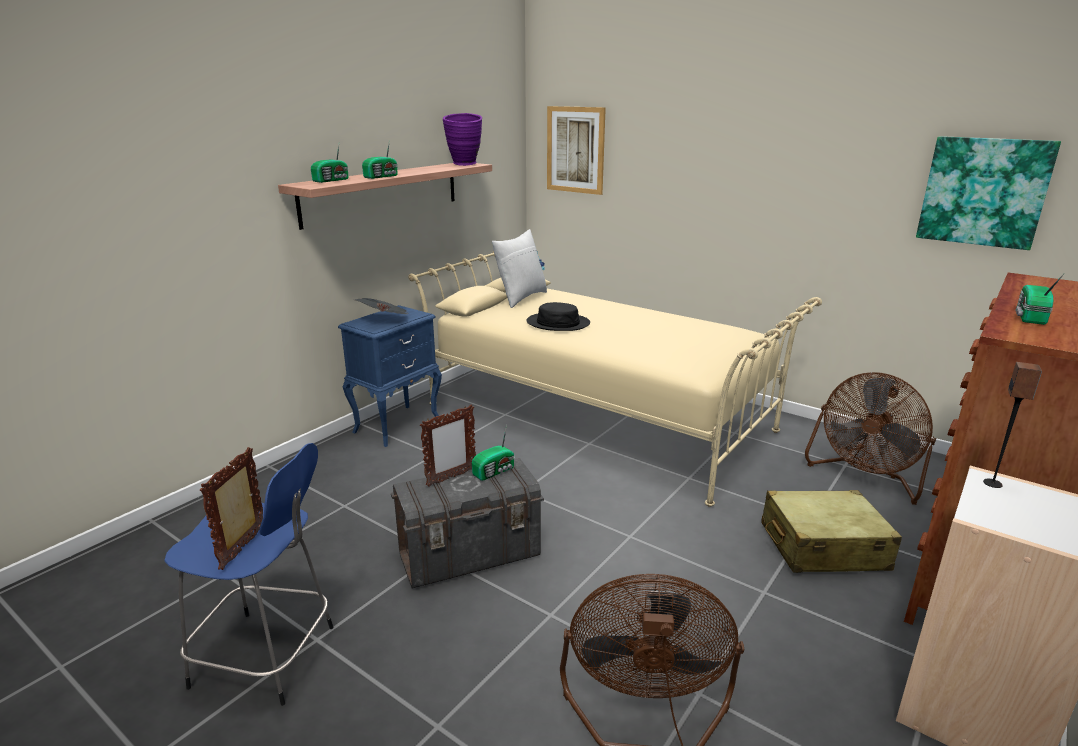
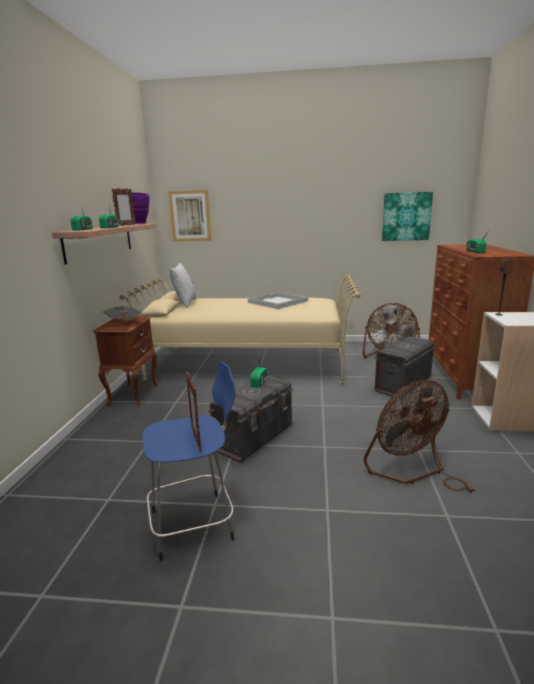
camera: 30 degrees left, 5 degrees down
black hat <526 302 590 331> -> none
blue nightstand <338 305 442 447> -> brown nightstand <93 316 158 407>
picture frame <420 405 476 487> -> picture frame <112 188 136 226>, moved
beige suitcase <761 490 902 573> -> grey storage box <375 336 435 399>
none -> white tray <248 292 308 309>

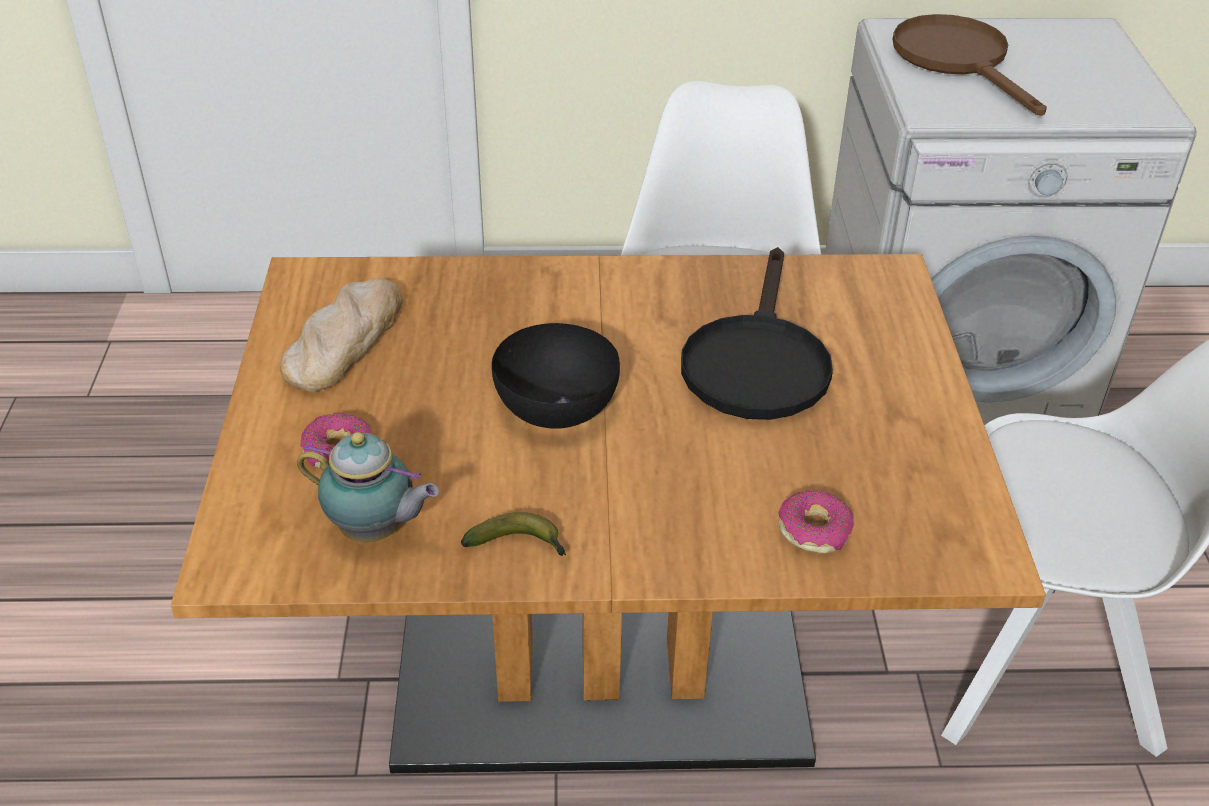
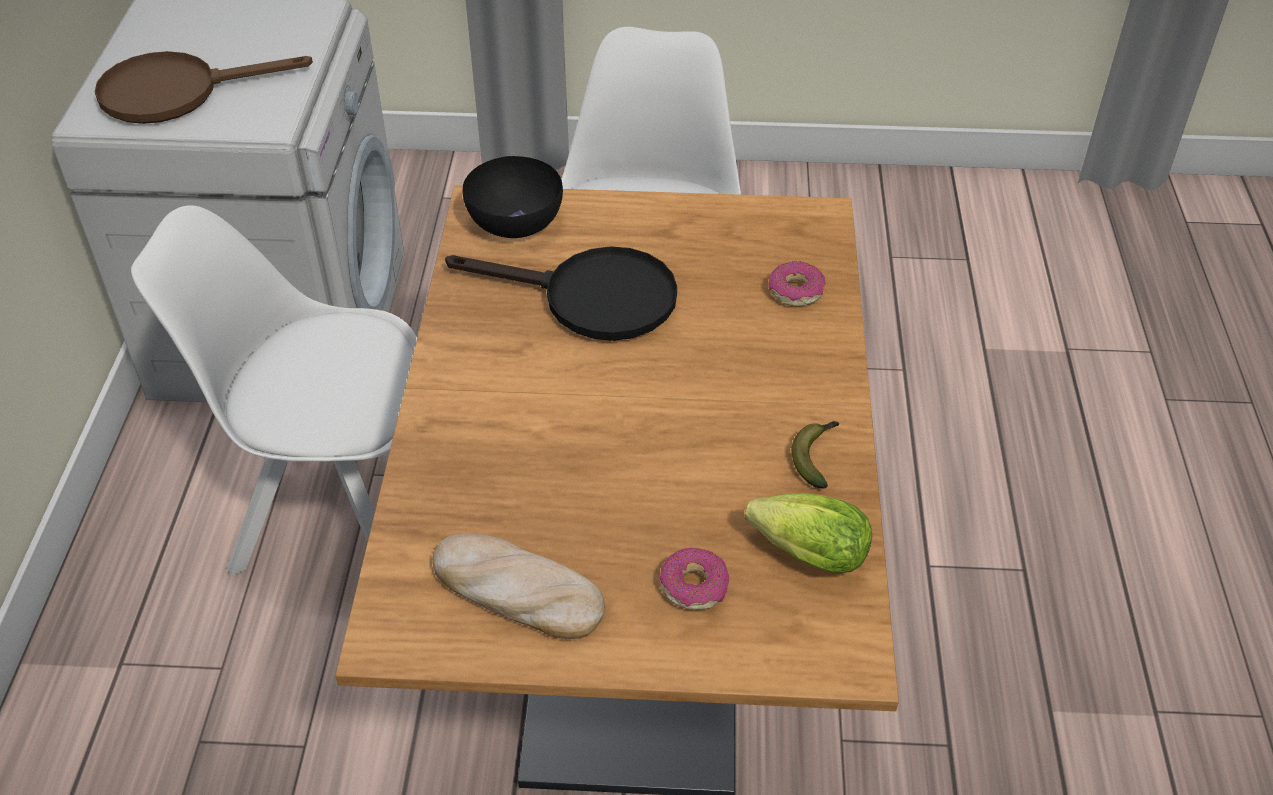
camera: 85 degrees left, 5 degrees up
black bowl <492 323 620 429> -> black bowl <463 156 563 238>, moved
teapot <297 432 439 542> -> lettuce <745 493 872 574>

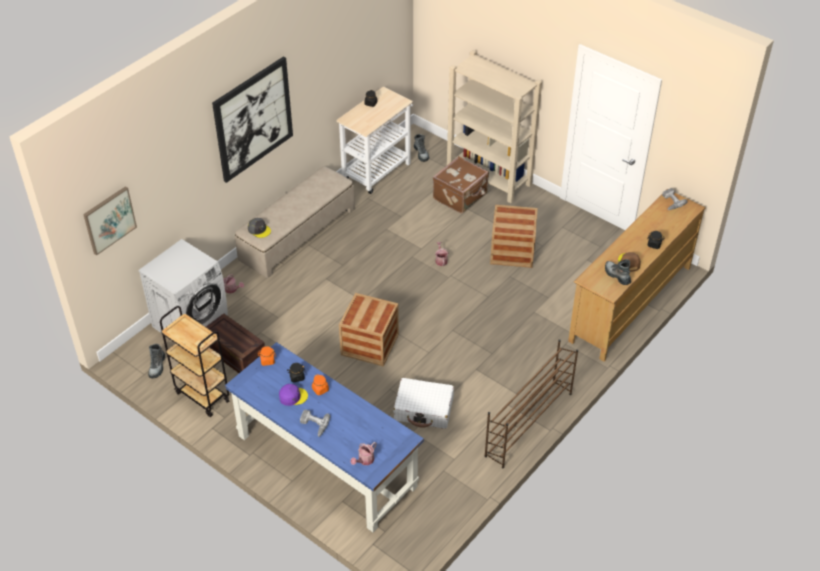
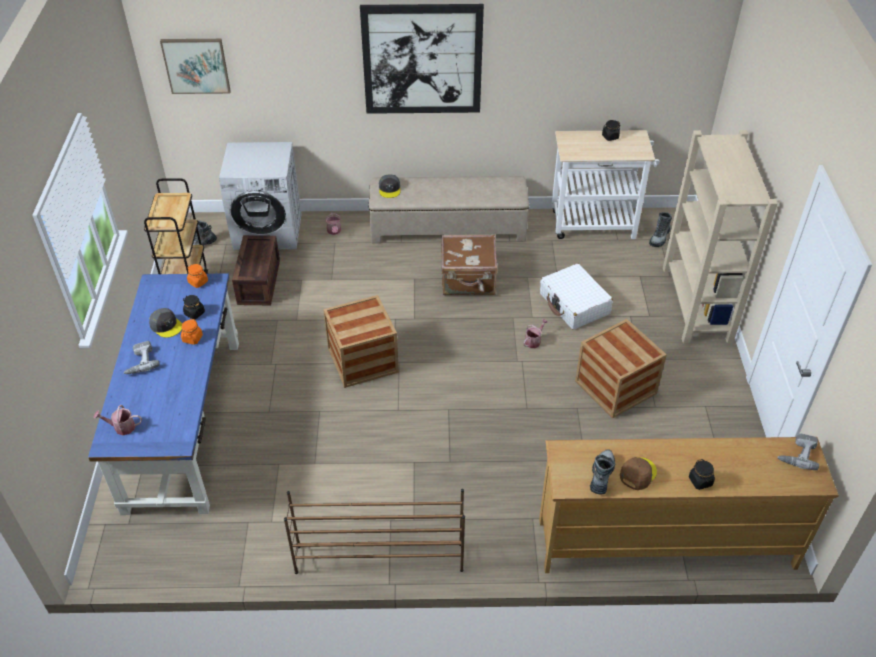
camera: 50 degrees right, 0 degrees up
brown suitcase <433 156 489 213> -> brown suitcase <441 234 498 295>, moved
white suitcase <393 378 454 429> -> white suitcase <540 264 613 330>, moved
purple cap <279 384 308 406> -> grey cap <149 308 182 338>

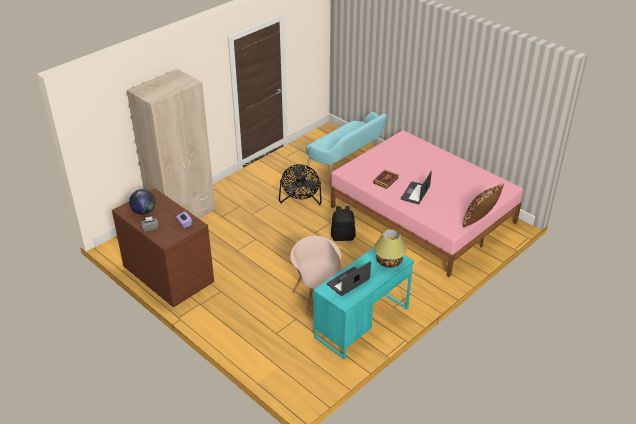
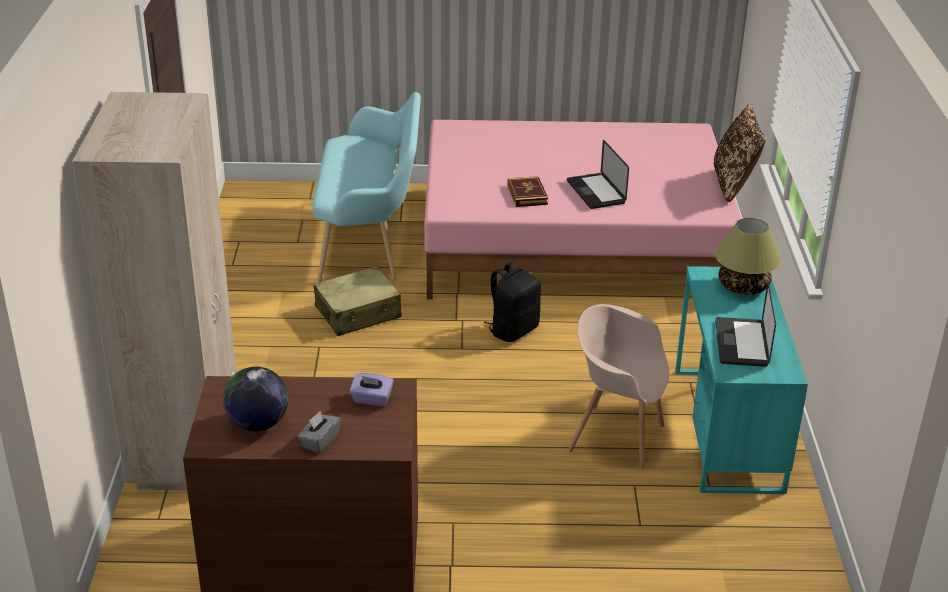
camera: 45 degrees left, 5 degrees down
black fan <279 164 322 206> -> beige suitcase <314 266 402 336>

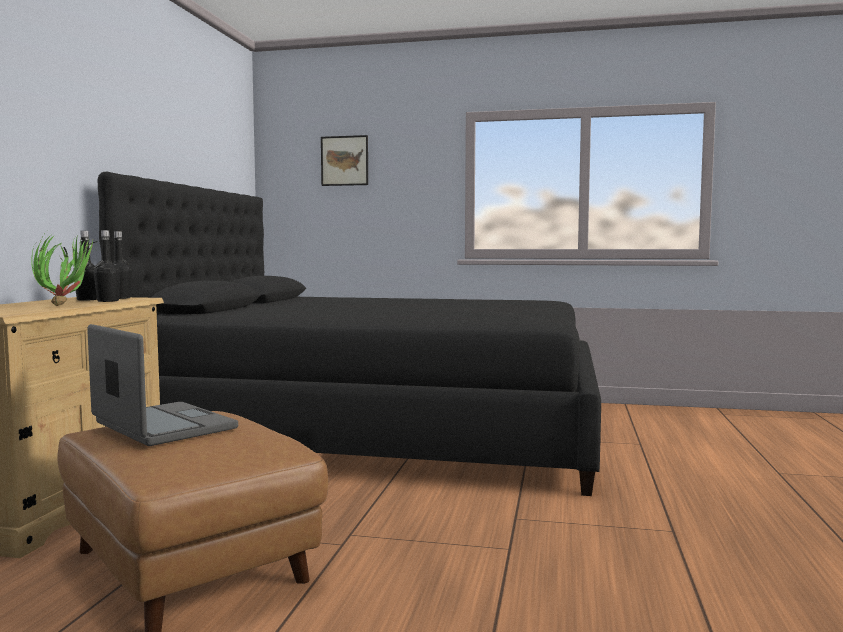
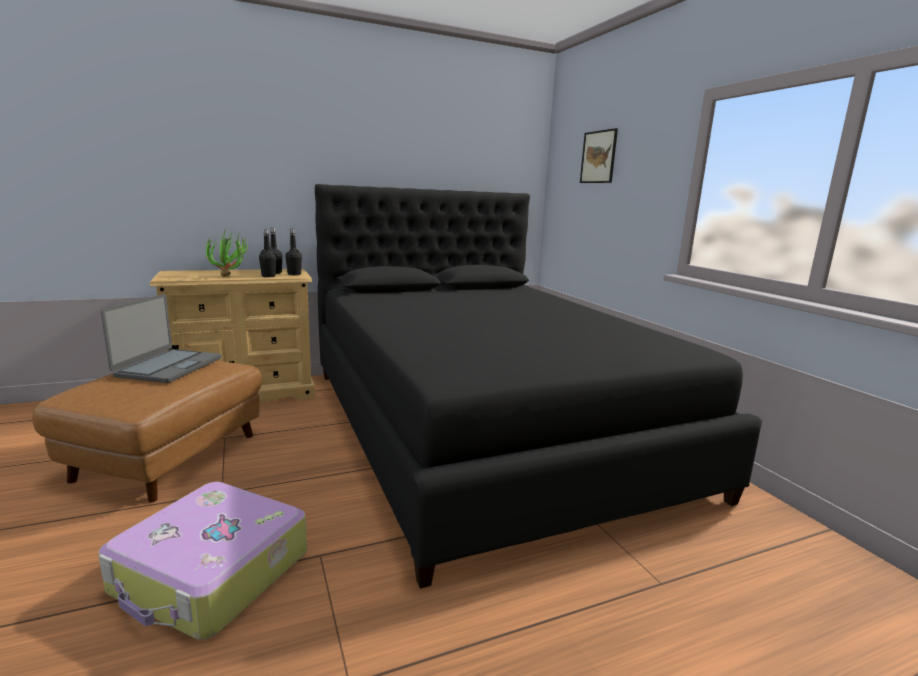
camera: 55 degrees right, 10 degrees up
none -> suitcase <99 482 307 640>

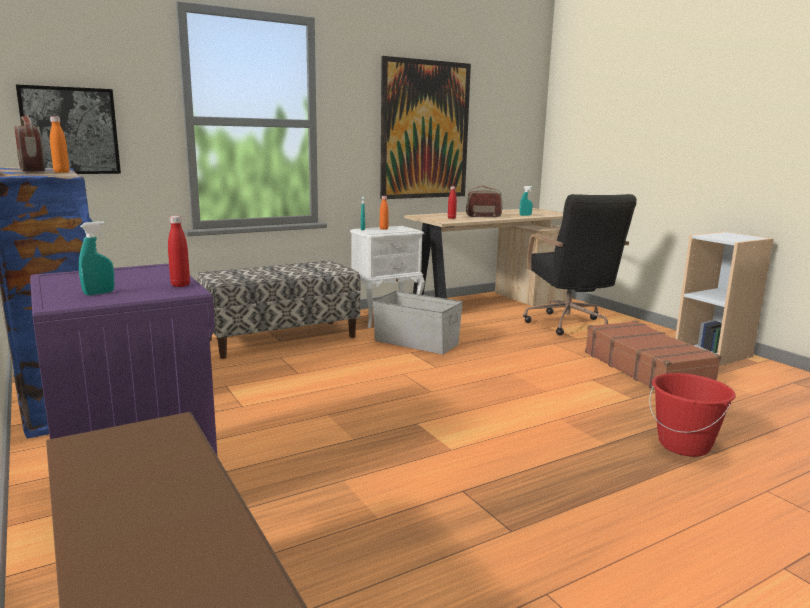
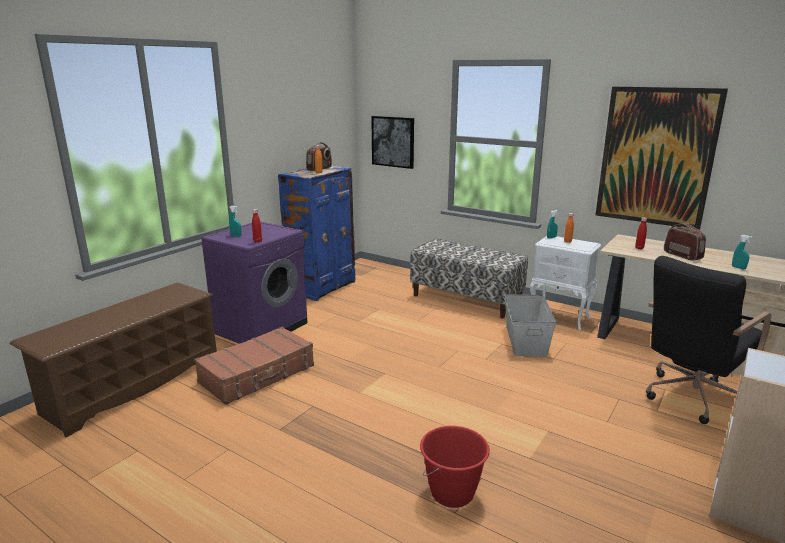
camera: 65 degrees right, 5 degrees up
brown suitcase <585 321 721 390> -> brown suitcase <194 327 314 405>, moved

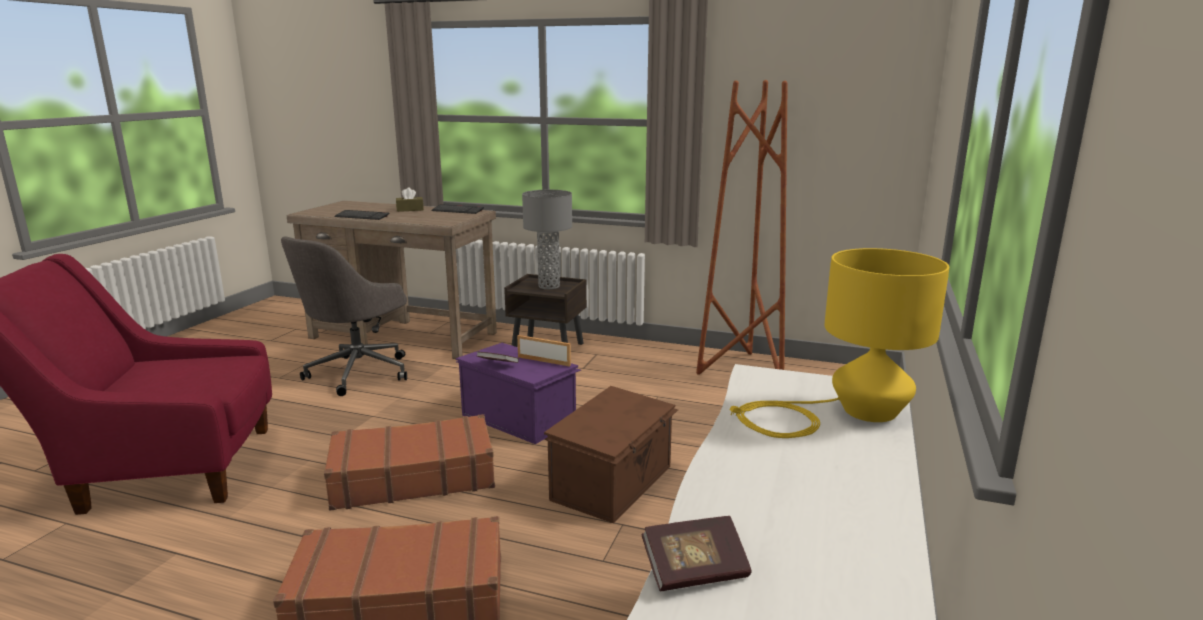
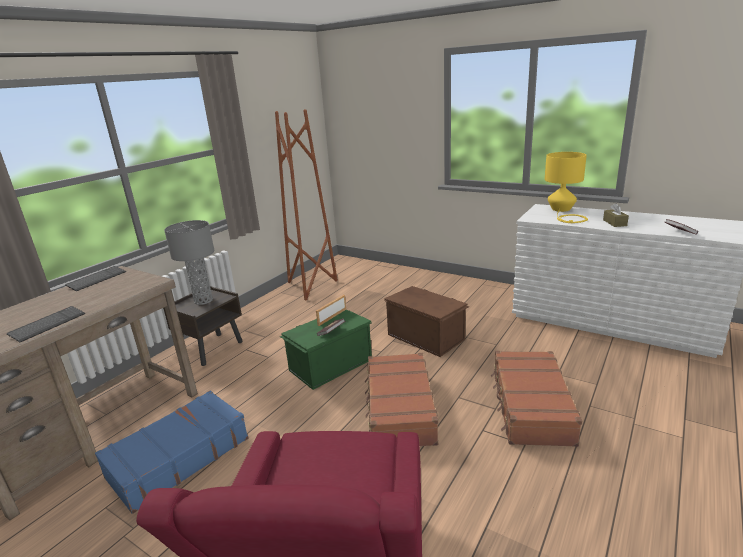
camera: 75 degrees left, 5 degrees up
brown tissue box <396 187 424 212> -> brown tissue box <603 203 629 227>, moved
grey office chair <281 236 407 396> -> blue suitcase <95 391 249 514>
purple storage box <456 343 581 444> -> green storage box <280 309 372 390>

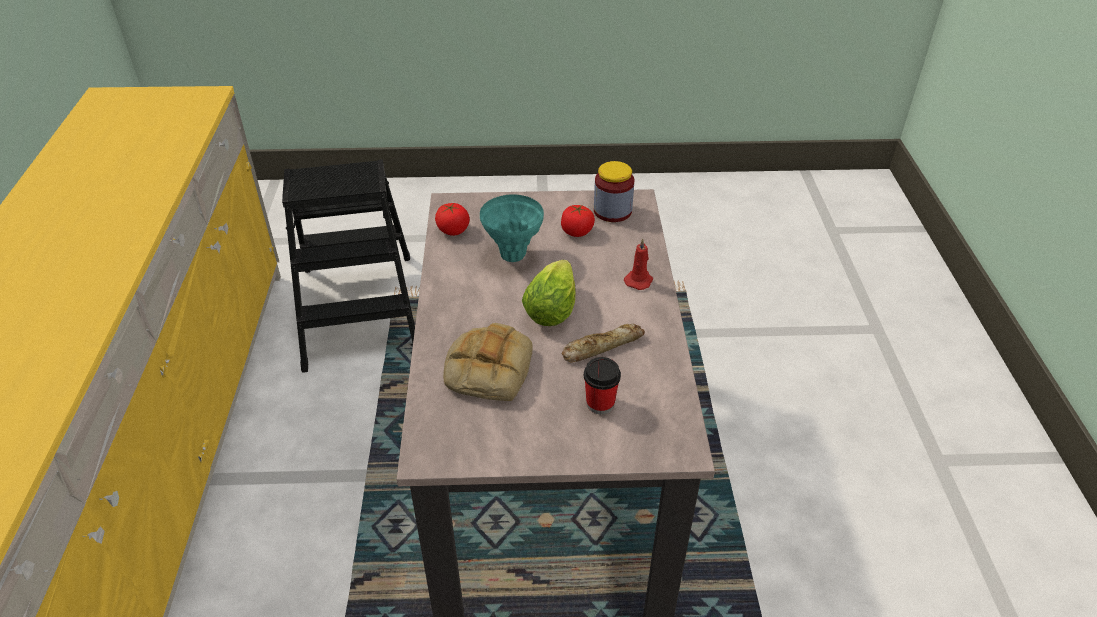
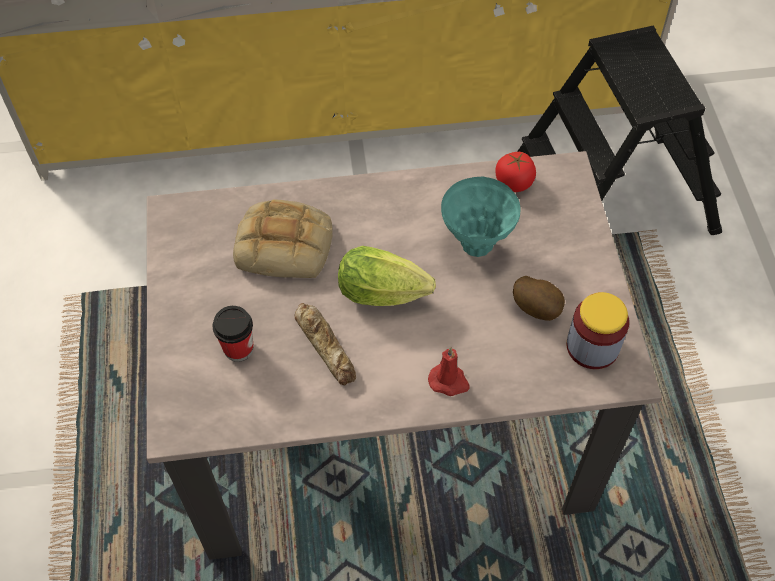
camera: 85 degrees right, 15 degrees up
tomato <561 205 595 237> -> potato <513 276 565 321>

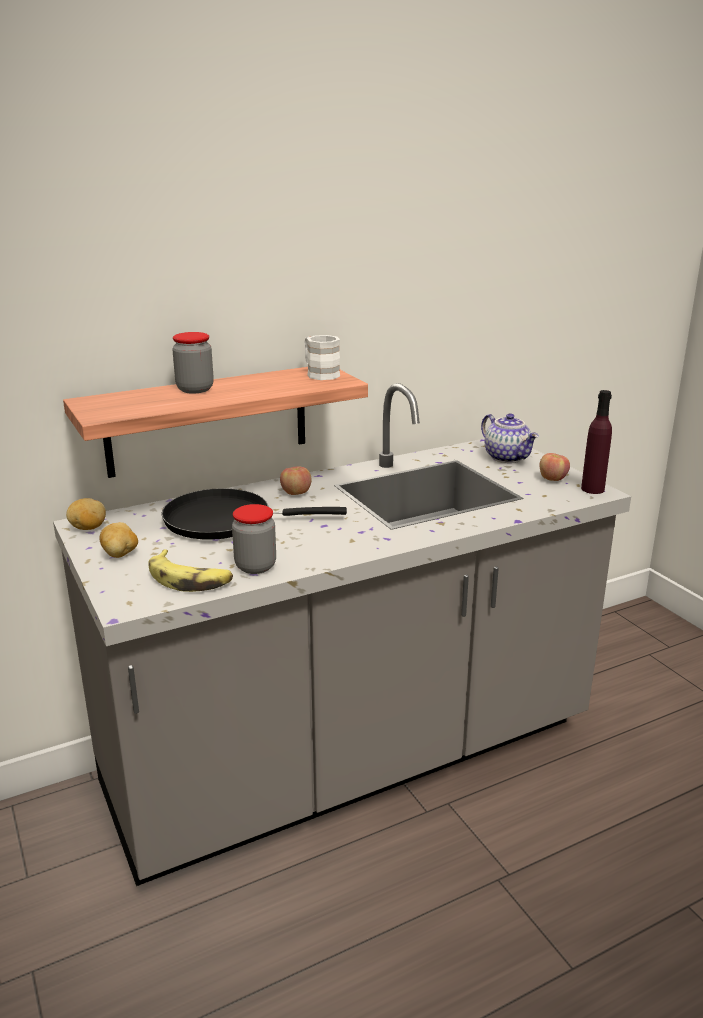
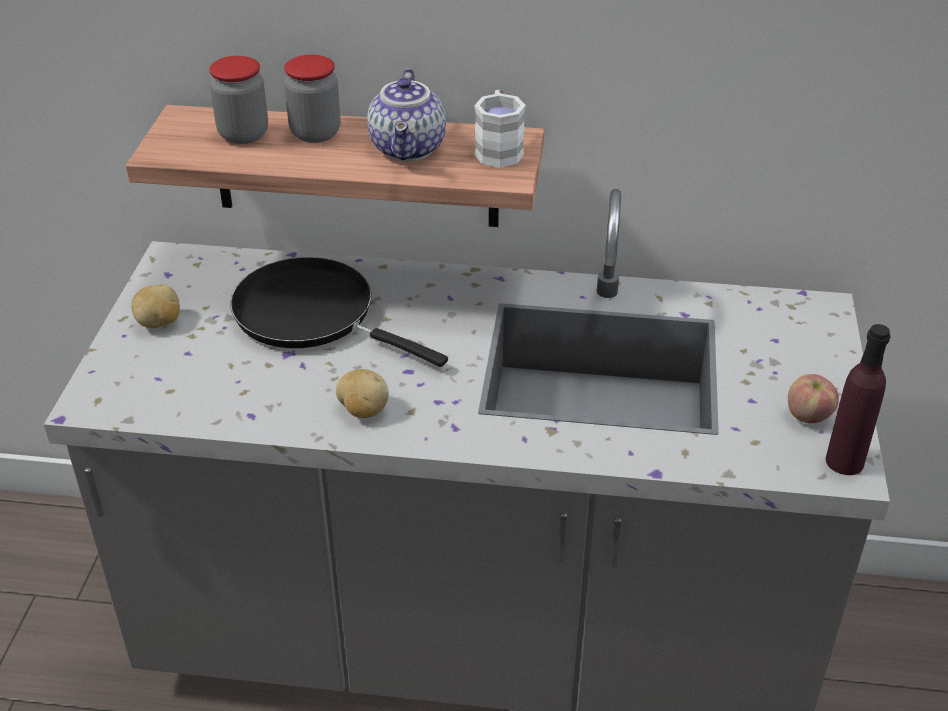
camera: 35 degrees right, 15 degrees up
teapot <481 413 539 463> -> teapot <367 68 446 161>, moved
apple <280 466 312 495> -> none
potato <66 498 106 530> -> potato <336 369 389 418>, moved
jar <232 504 276 574> -> jar <209 56 268 144>, moved
banana <148 549 233 592> -> none

